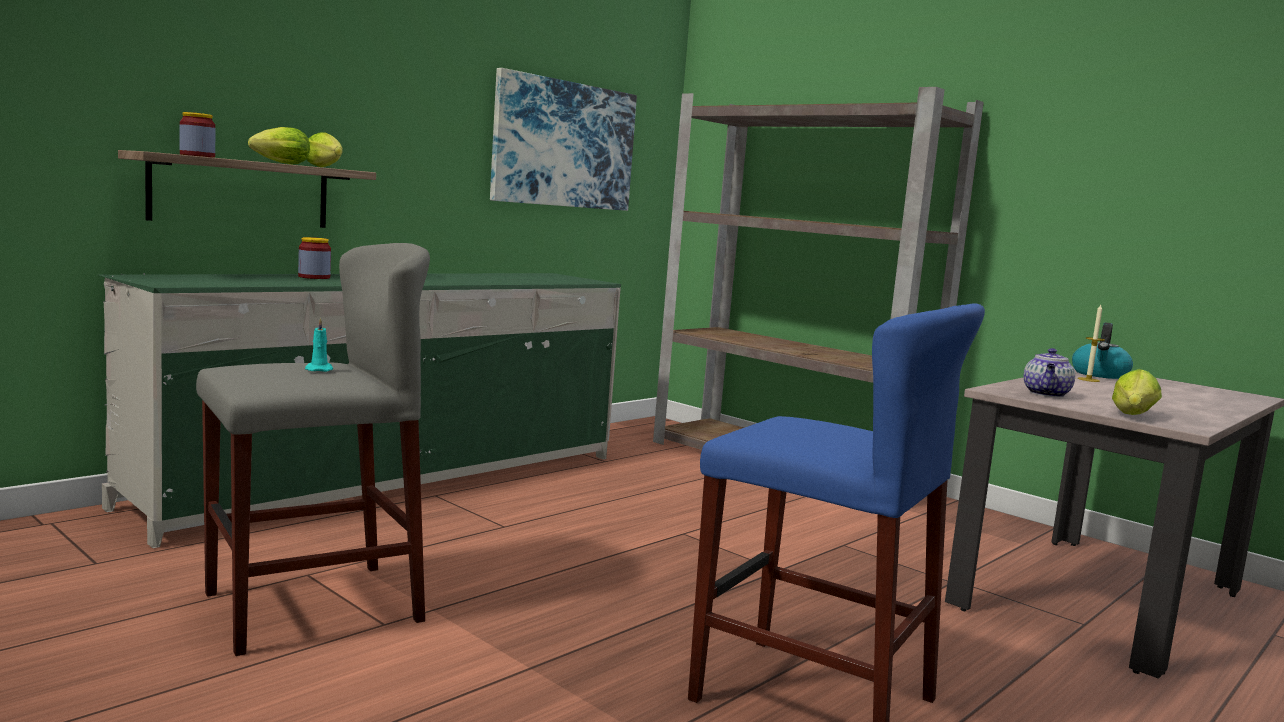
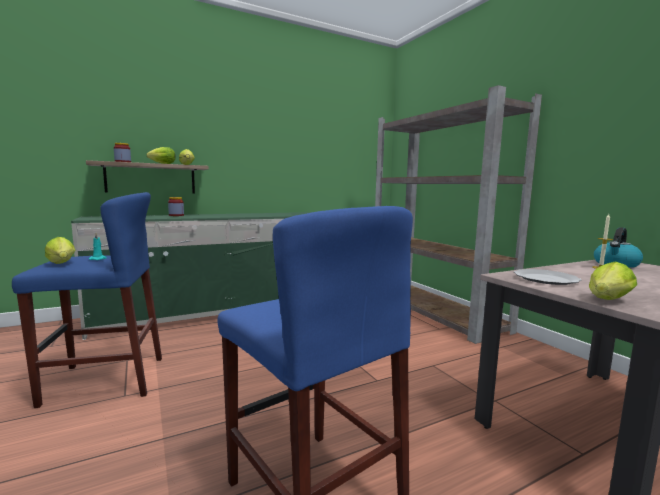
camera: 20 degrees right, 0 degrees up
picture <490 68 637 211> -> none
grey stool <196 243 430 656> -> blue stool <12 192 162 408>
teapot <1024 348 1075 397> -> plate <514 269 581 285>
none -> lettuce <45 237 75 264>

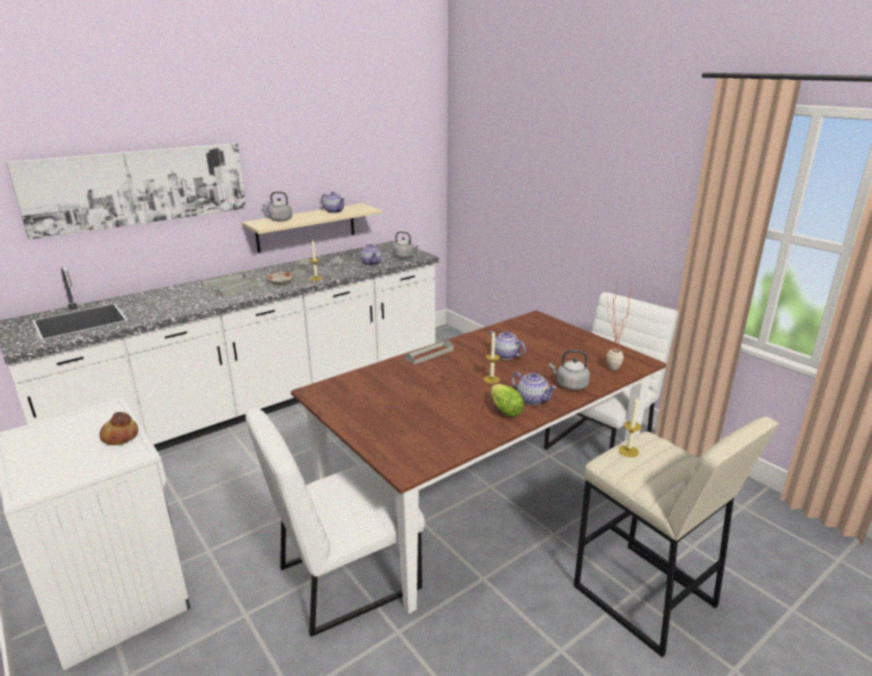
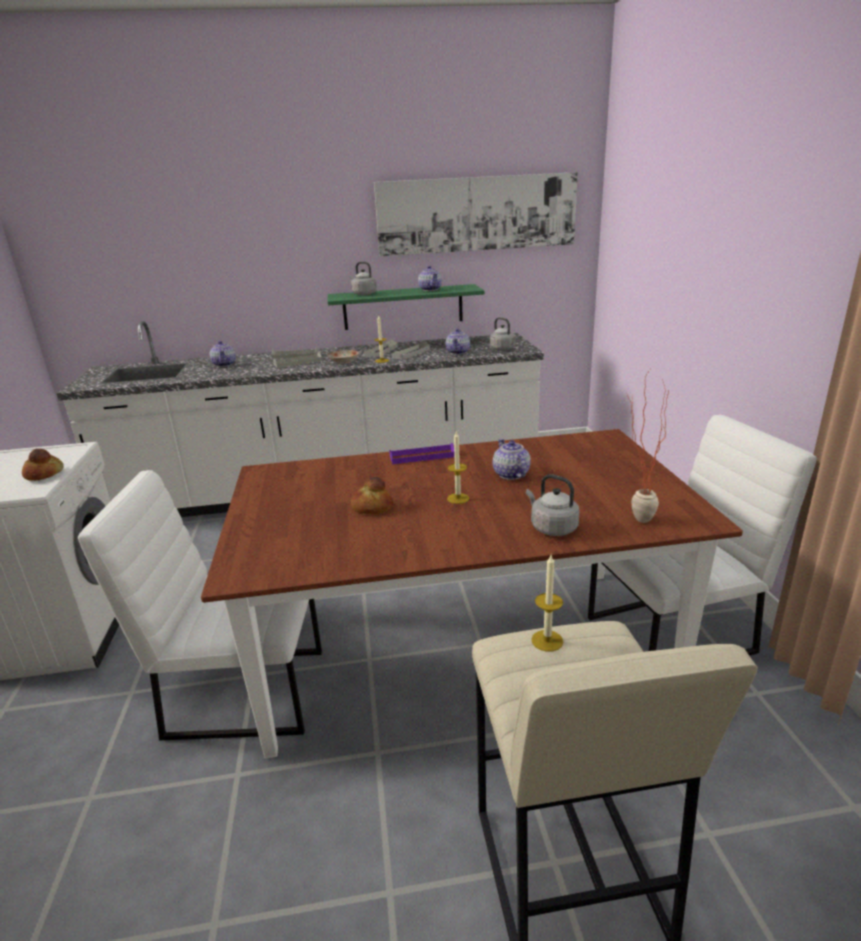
camera: 30 degrees right, 0 degrees up
picture <6 143 246 240> -> picture <374 172 578 256>, moved
beige shelf <241 203 382 253> -> green shelf <328 284 485 330>
grey tray <405 340 453 364> -> purple tray <390 443 455 464>
teapot <511 372 557 405> -> teapot <210 341 236 367>, moved
lettuce <491 384 524 417> -> none
none -> bread <351 477 393 515>

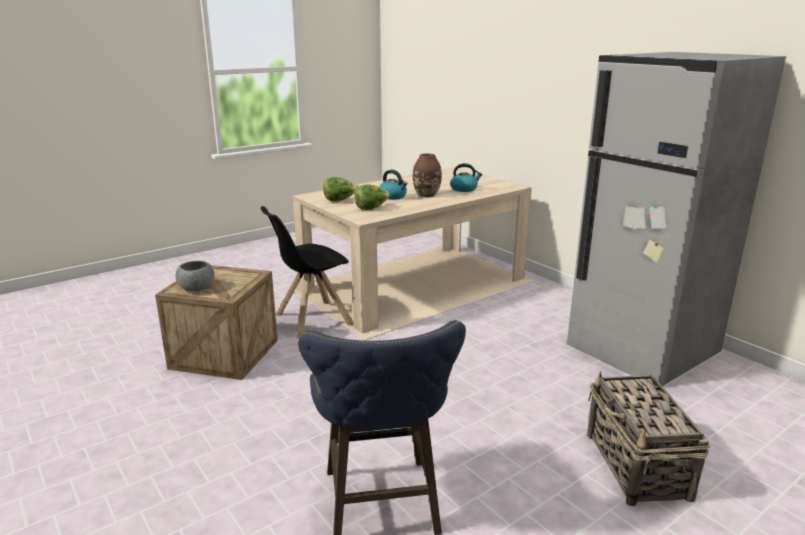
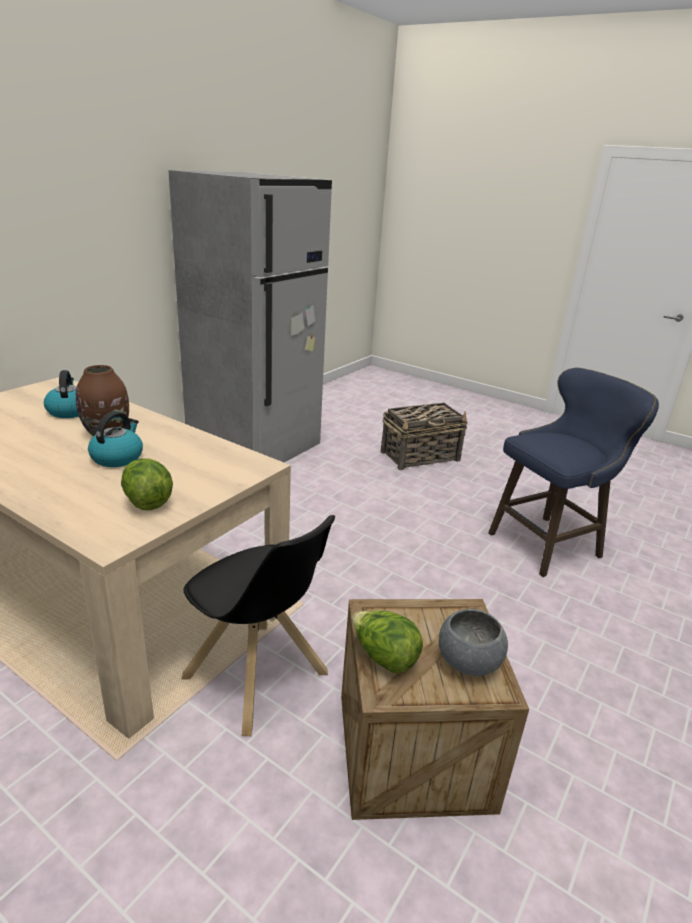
camera: 110 degrees left, 5 degrees up
lettuce <354 184 390 210> -> lettuce <352 611 423 673>, moved

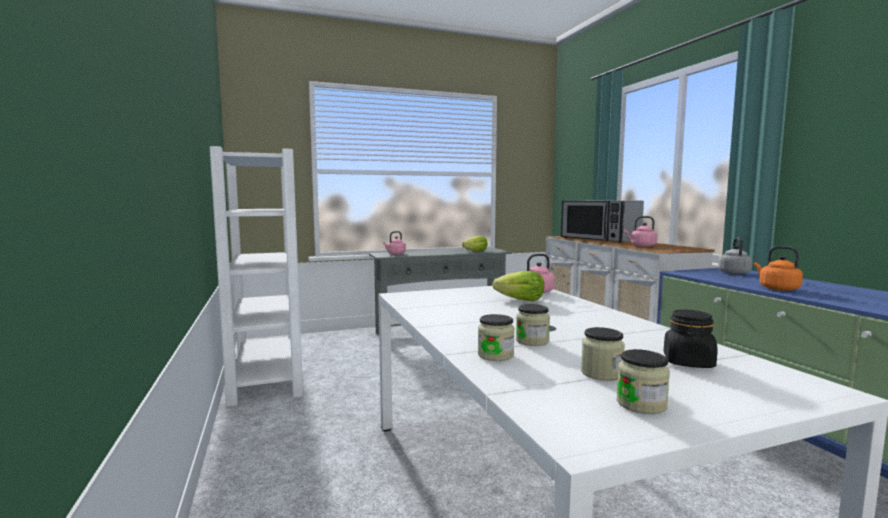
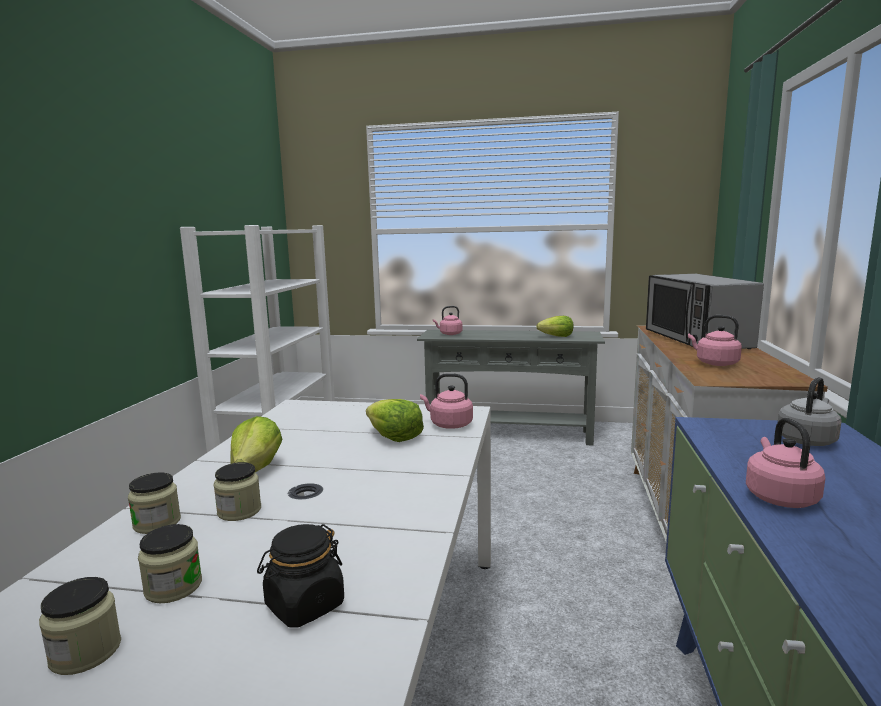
camera: 30 degrees right, 5 degrees up
orange kettle <754 246 803 291> -> pink kettle <746 418 825 508>
none -> lettuce <230 416 282 472>

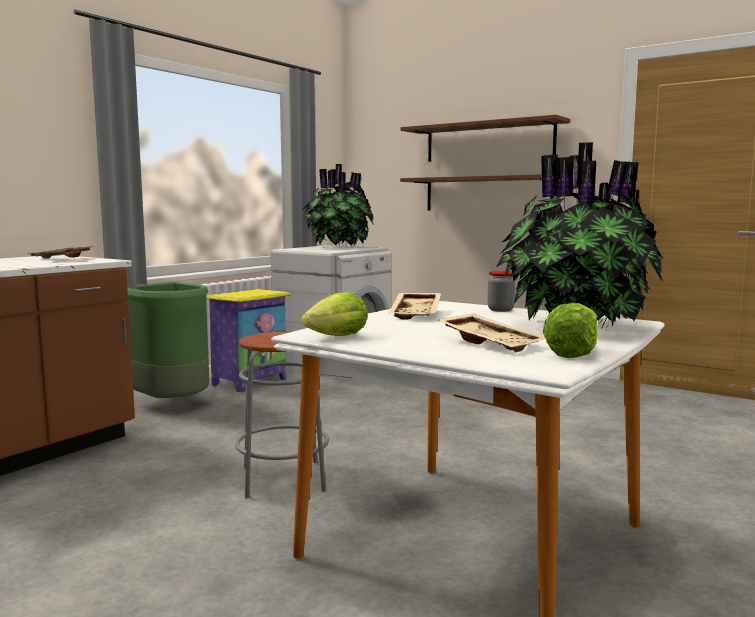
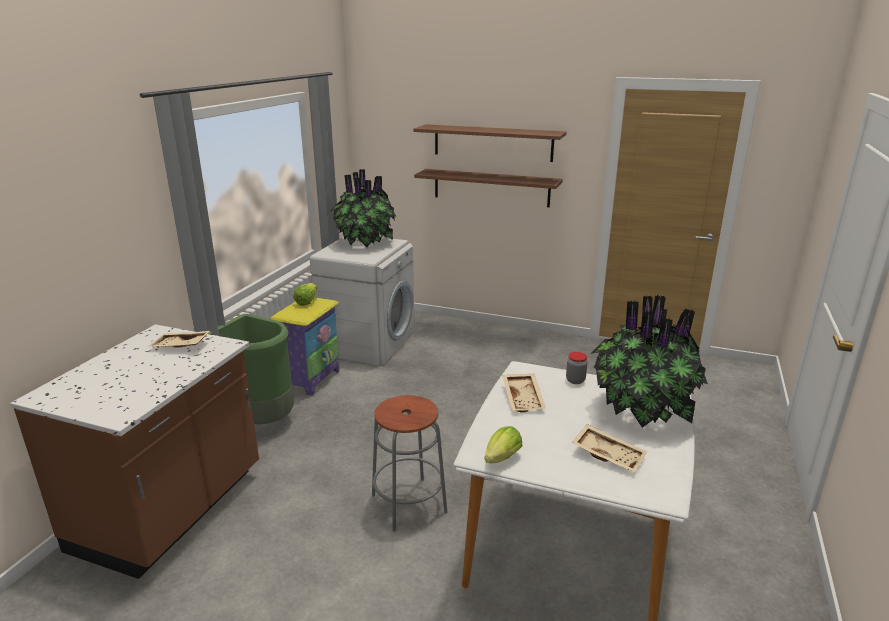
camera: 15 degrees left, 15 degrees up
lettuce <543 303 598 358> -> lettuce <293 283 317 306>, moved

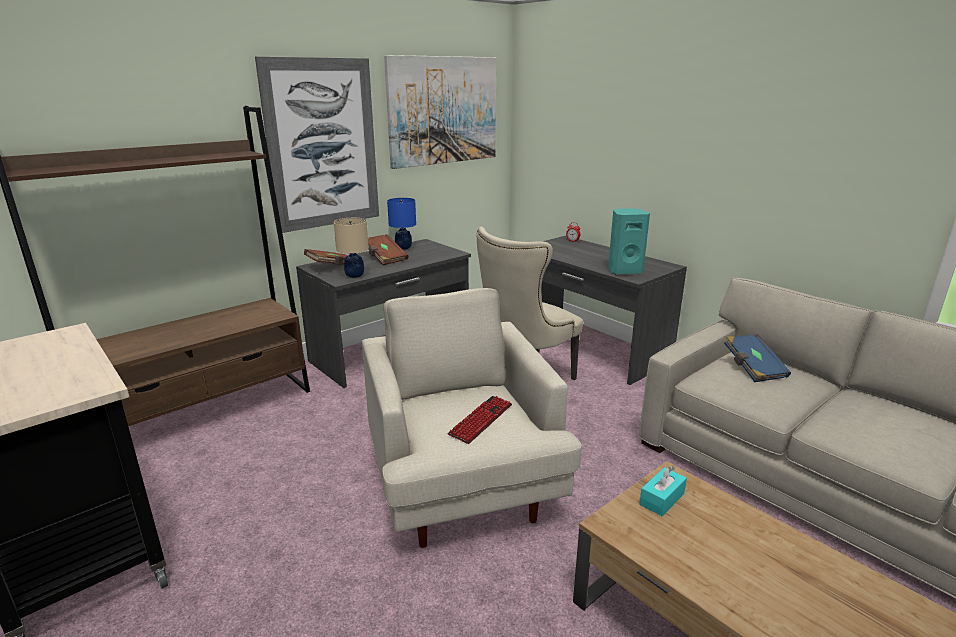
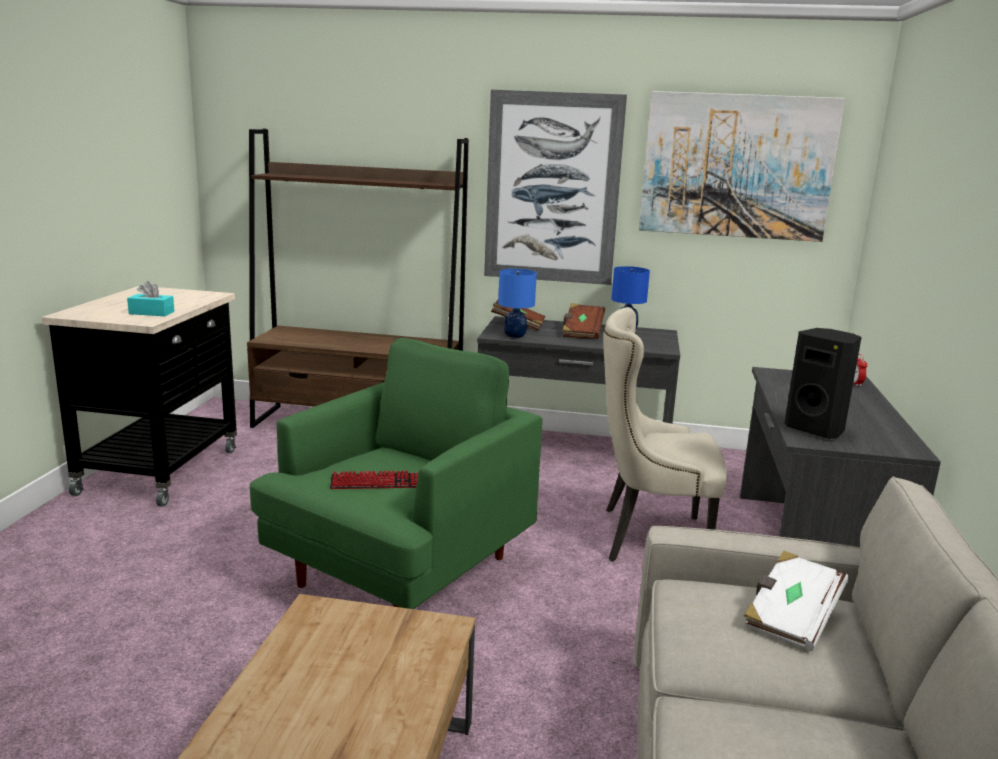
camera: 50 degrees right, 5 degrees down
turquoise speaker <608 208 650 274> -> black speaker <785 328 862 439>
beige table lamp <334 218 369 278> -> blue table lamp <498 269 537 338>
beige armchair <362 288 582 548> -> green armchair <250 338 542 609>
blue book <724 334 791 382> -> white book <744 551 849 651>
turquoise tissue box <639 466 687 516> -> turquoise tissue box <127 281 175 316>, moved

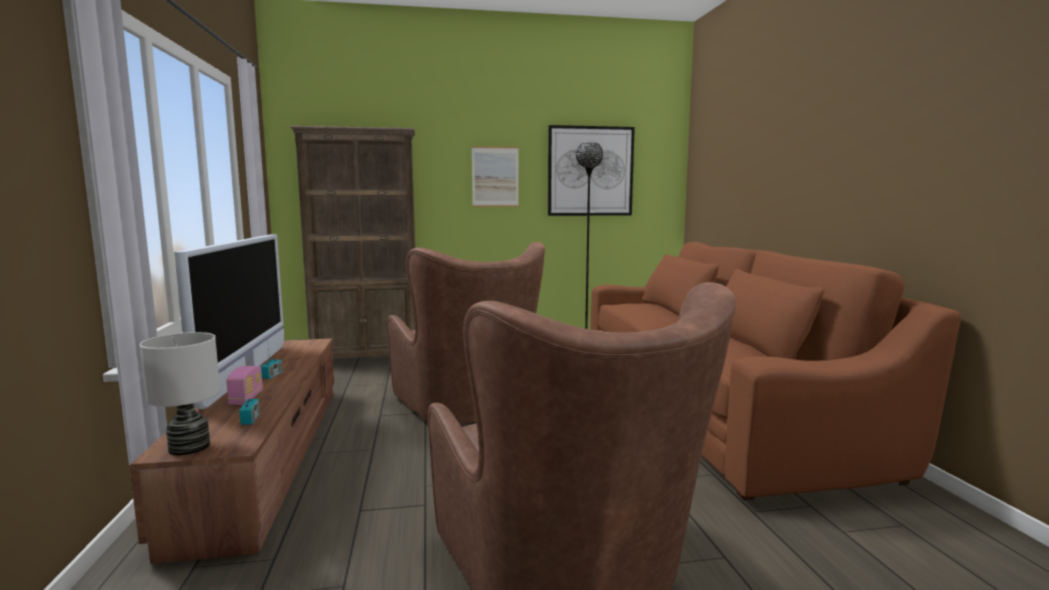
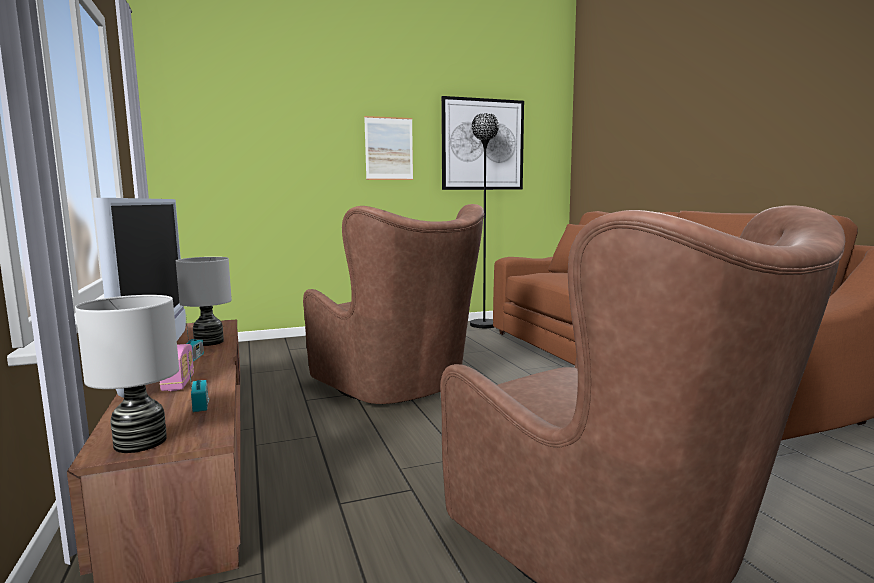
camera: 10 degrees left, 0 degrees up
brown bookcase <290 126 415 359> -> none
none -> grey table lamp <176 257 232 346>

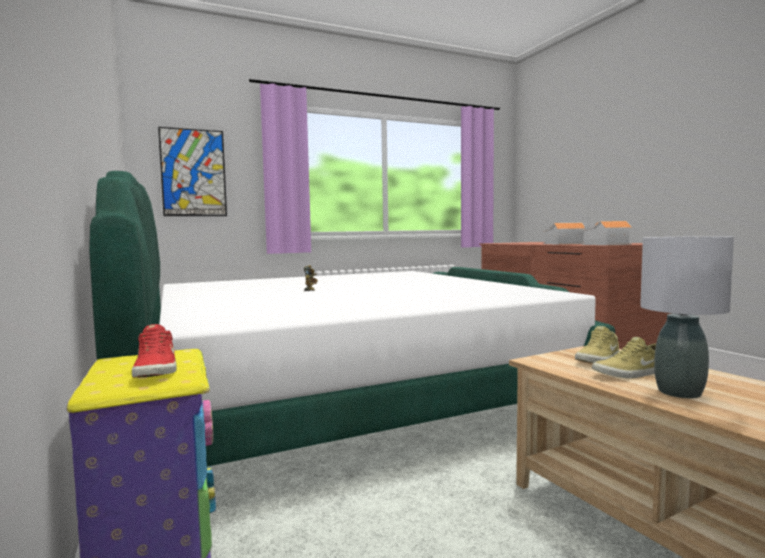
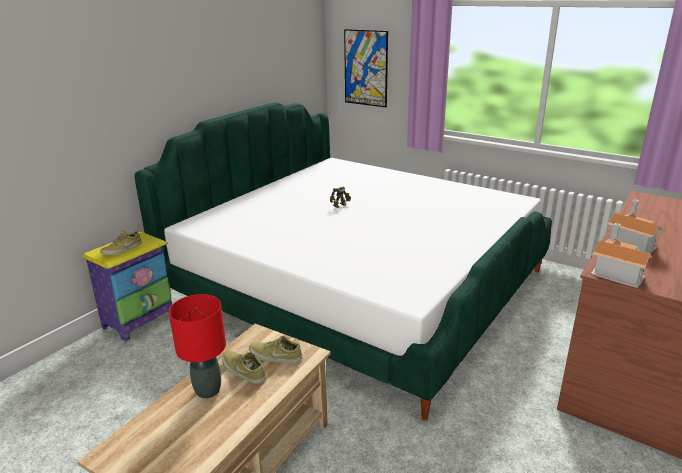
camera: 60 degrees right, 20 degrees up
grey table lamp <640 236 734 399> -> red table lamp <169 294 226 398>
red shoe <132 324 177 378> -> beige shoe <100 231 142 255>

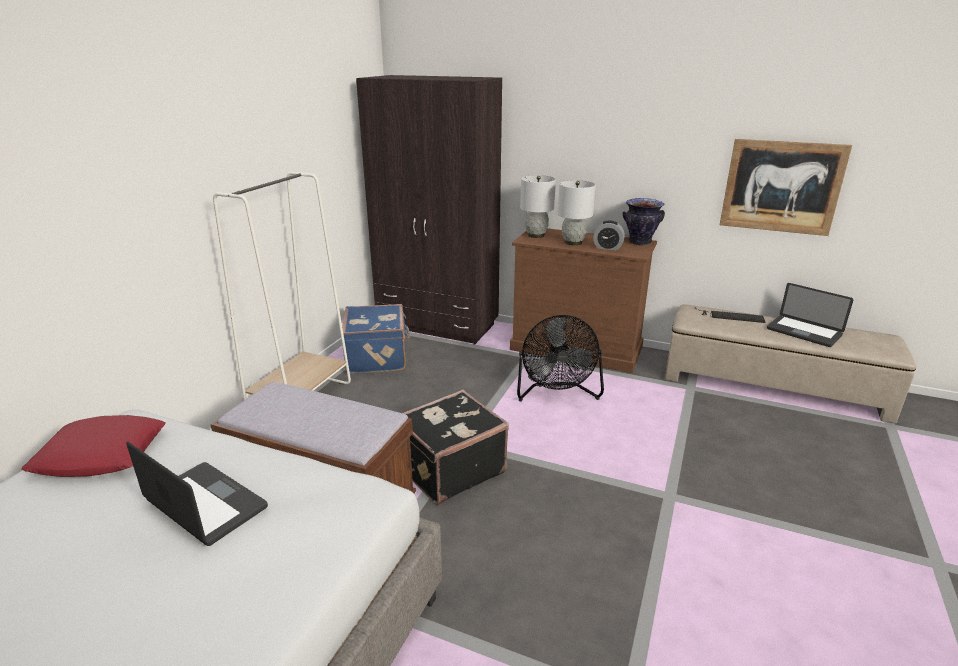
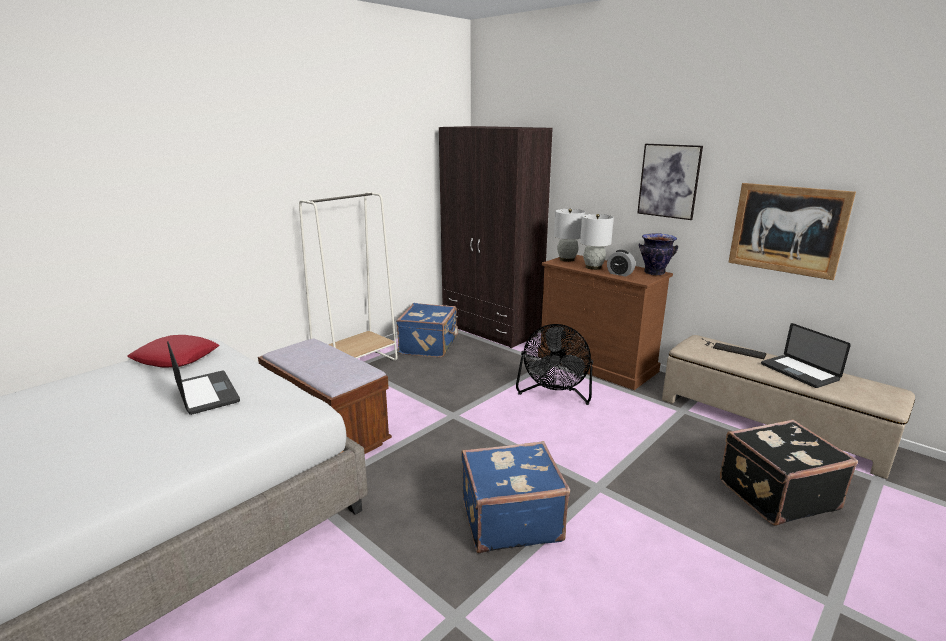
camera: 20 degrees right, 5 degrees down
black suitcase <403 389 509 505> -> black suitcase <720 419 858 526>, moved
none -> picture <637 144 703 220>
none -> blue suitcase <461 441 570 554>

